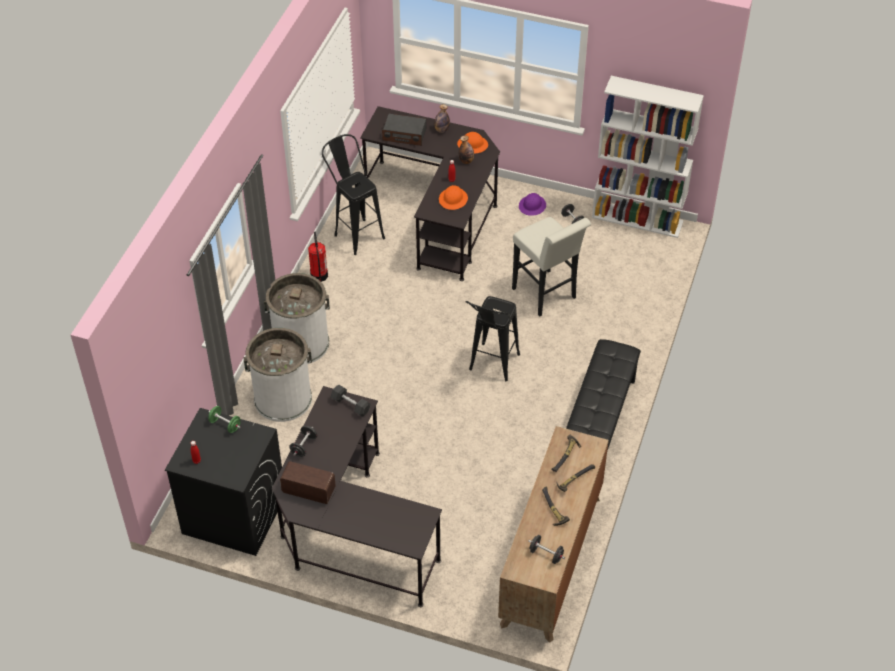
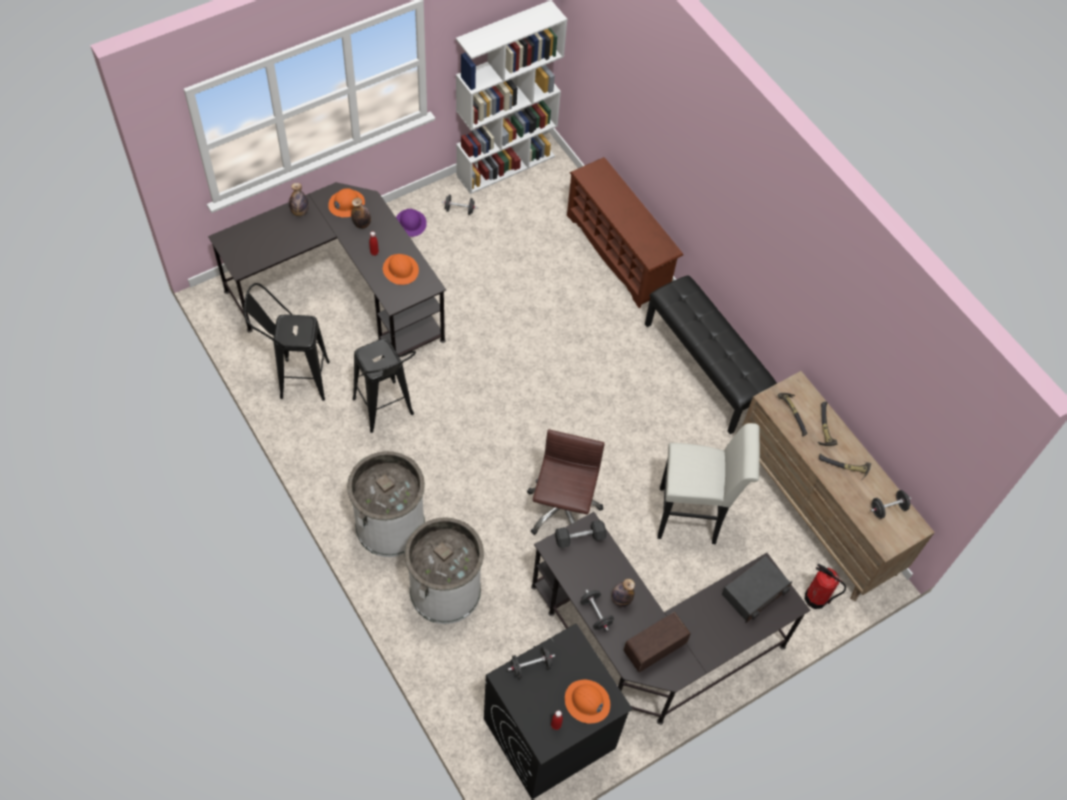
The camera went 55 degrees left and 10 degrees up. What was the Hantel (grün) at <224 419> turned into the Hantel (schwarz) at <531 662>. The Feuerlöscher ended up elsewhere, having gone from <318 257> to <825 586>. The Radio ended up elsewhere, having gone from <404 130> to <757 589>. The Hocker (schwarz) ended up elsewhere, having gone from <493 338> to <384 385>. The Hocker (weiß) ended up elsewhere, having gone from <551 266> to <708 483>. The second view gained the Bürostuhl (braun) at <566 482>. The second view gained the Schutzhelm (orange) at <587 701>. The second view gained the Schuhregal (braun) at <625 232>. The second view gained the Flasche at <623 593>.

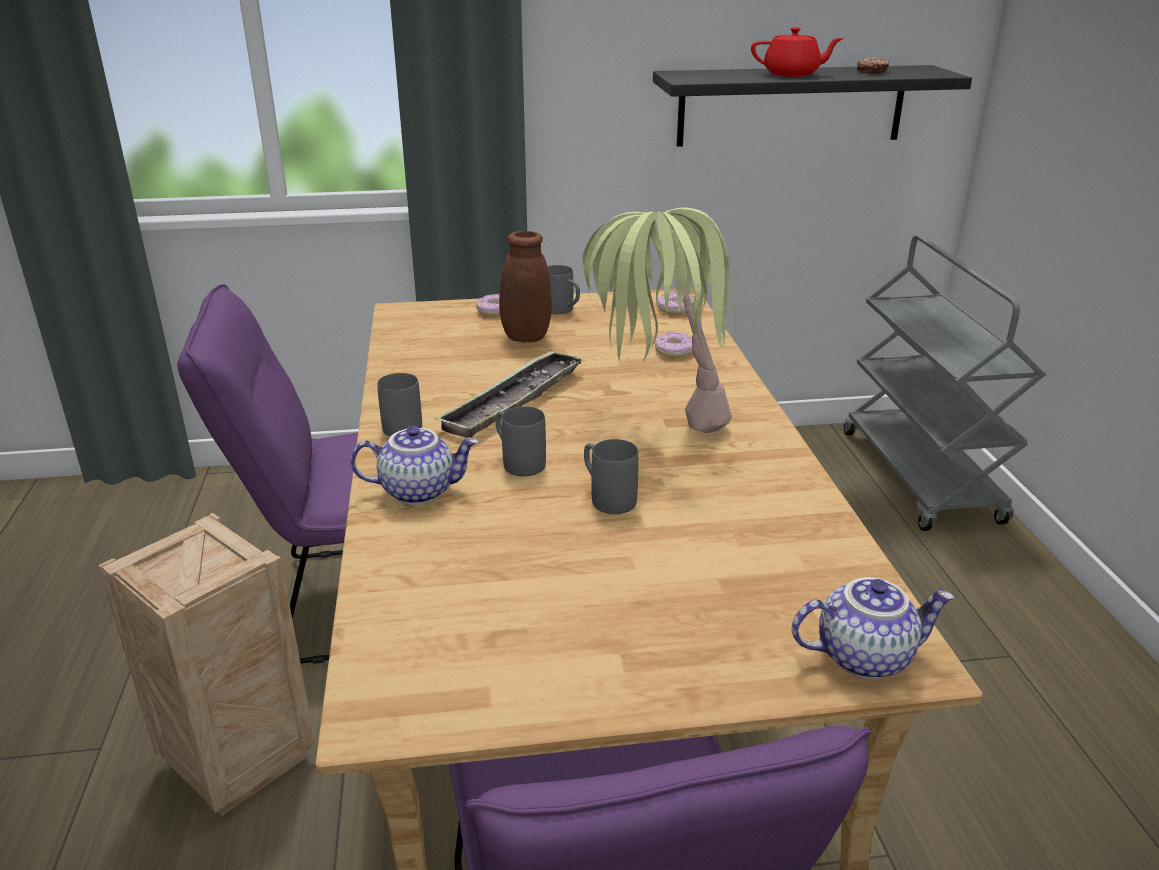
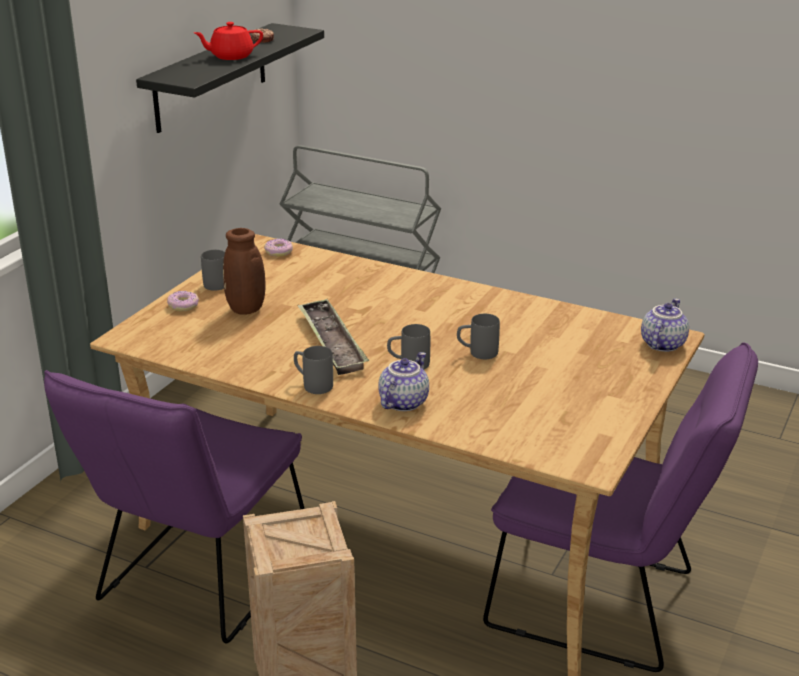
The camera went 55 degrees left and 0 degrees up. The second view lost the Topfpflanze at <659 320>. The second view lost the Donut at <674 345>. The Teekanne (rot) at <797 52> ended up facing another way, 150 degrees counterclockwise from before.

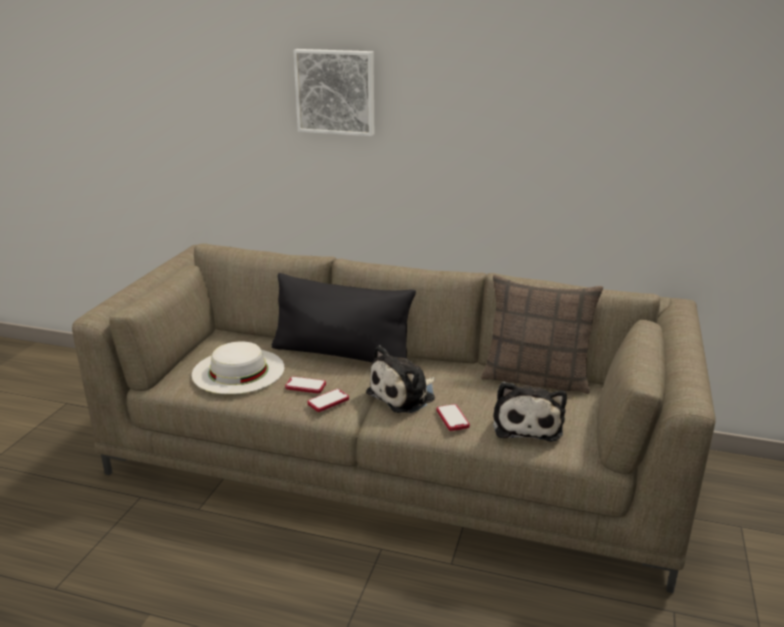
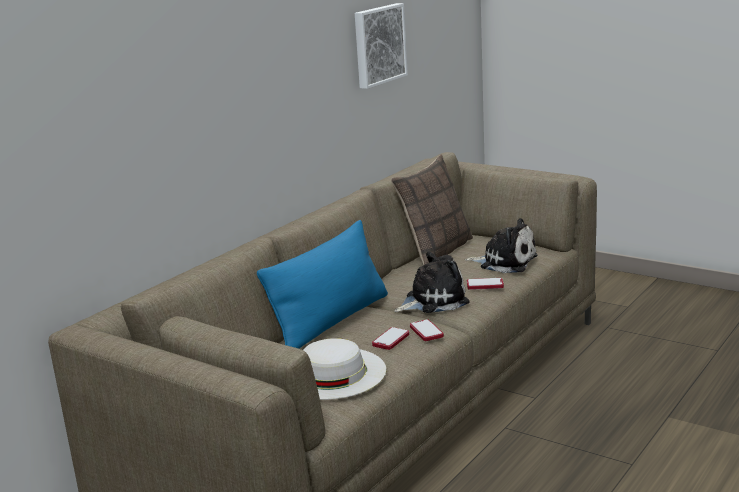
The camera went 70 degrees left and 5 degrees down. What was the Kissen (schwarz) at <344 317> turned into the Kissen (blau) at <322 284>. The Bild ended up elsewhere, having gone from <333 92> to <381 46>. The Plüschtier at <401 379> ended up facing another way, 90 degrees counterclockwise from before.

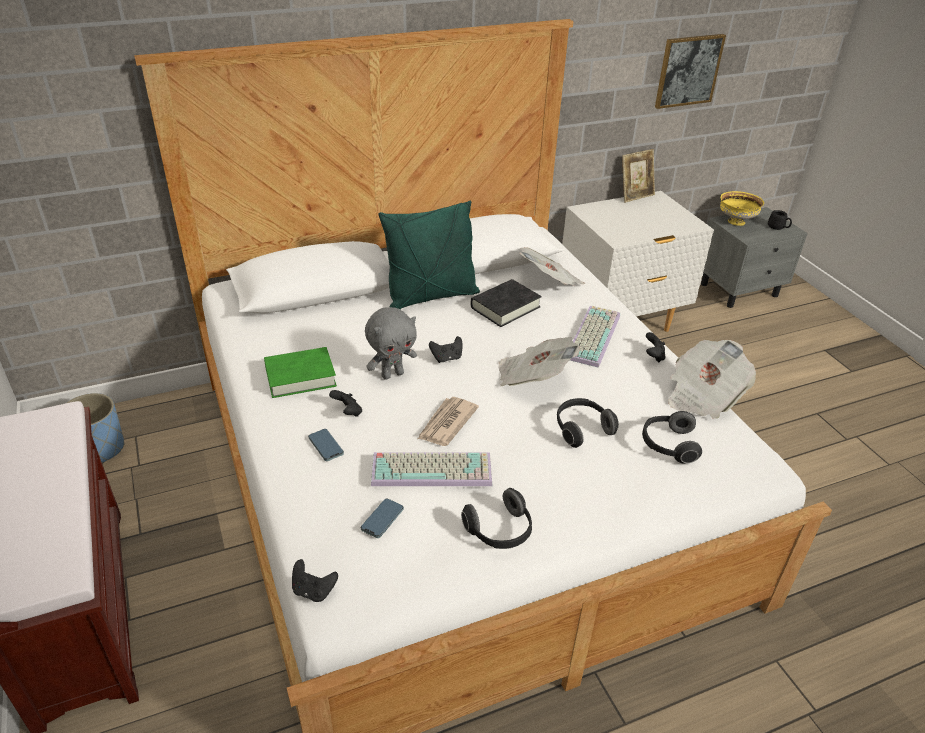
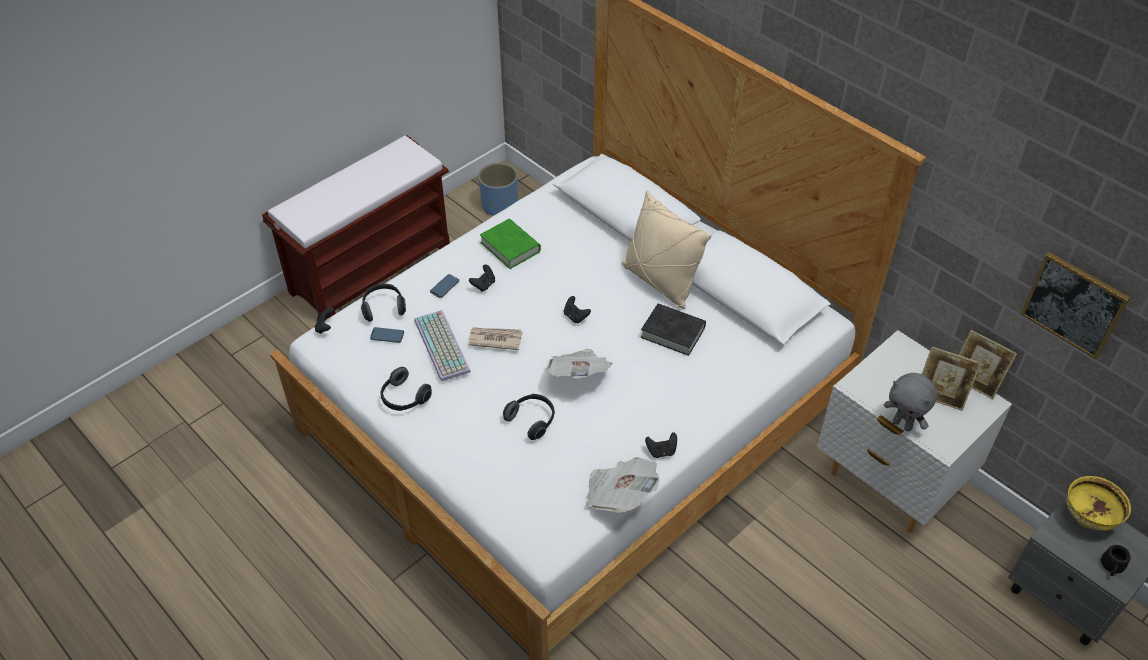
The camera went 70 degrees right and 10 degrees up. The Plüschtier (grau) ended up elsewhere, having gone from <391 343> to <910 402>. What was the Kissen (grün) at <429 254> turned into the Kissen (beige) at <666 249>. The second view lost the Zeitung at <552 266>. The second view lost the Tastatur at <595 337>. The Kopfhörer ended up elsewhere, having gone from <672 437> to <383 303>. The second view gained the Bilderrahmen at <951 379>.

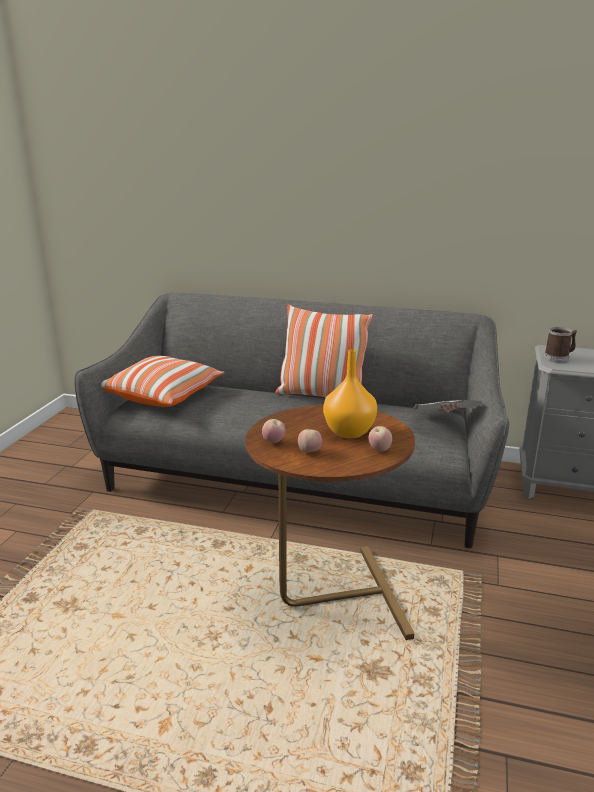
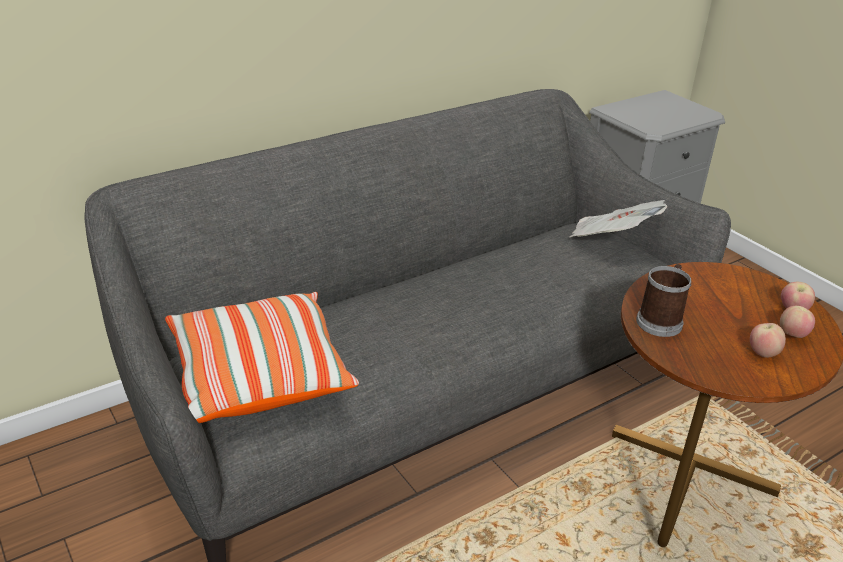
The camera went 50 degrees left and 10 degrees up. The Apfel ended up elsewhere, having gone from <273 431> to <797 322>. The second view lost the Kissen at <324 350>. The second view lost the Vase (orange) at <350 393>. The Henkelbecher ended up elsewhere, having gone from <560 345> to <663 300>.

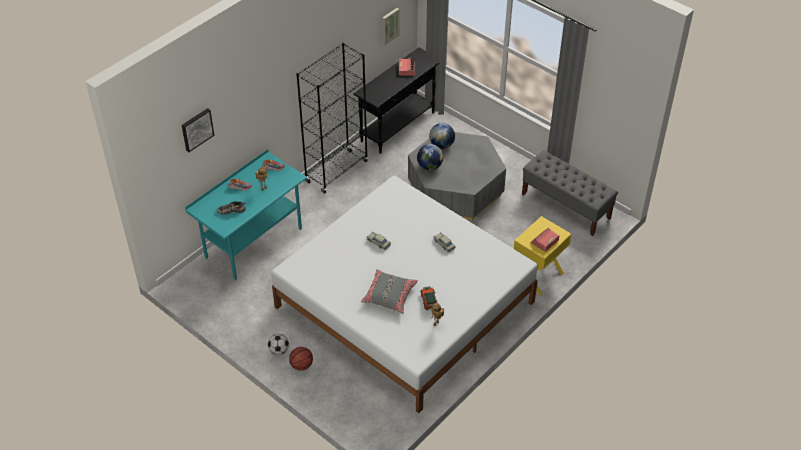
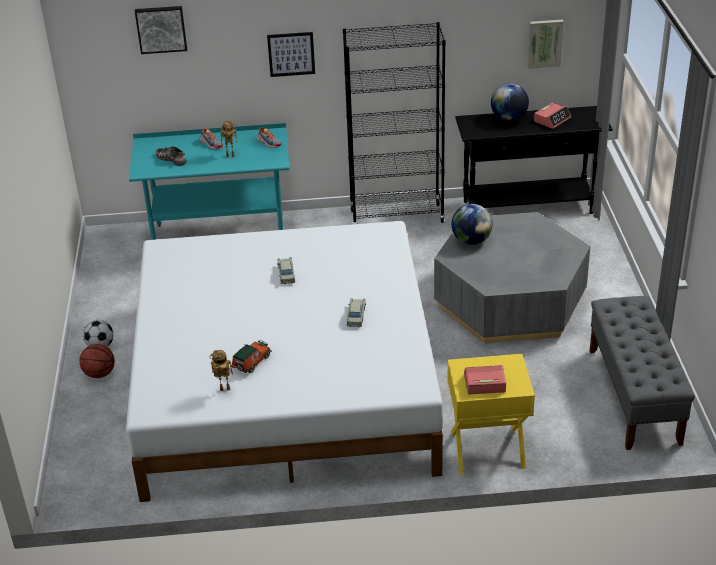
The camera went 45 degrees right and 10 degrees down. The second view lost the Kissen (grau) at <389 291>. The Globus ended up elsewhere, having gone from <442 136> to <510 102>. The second view gained the Bild at <291 54>.

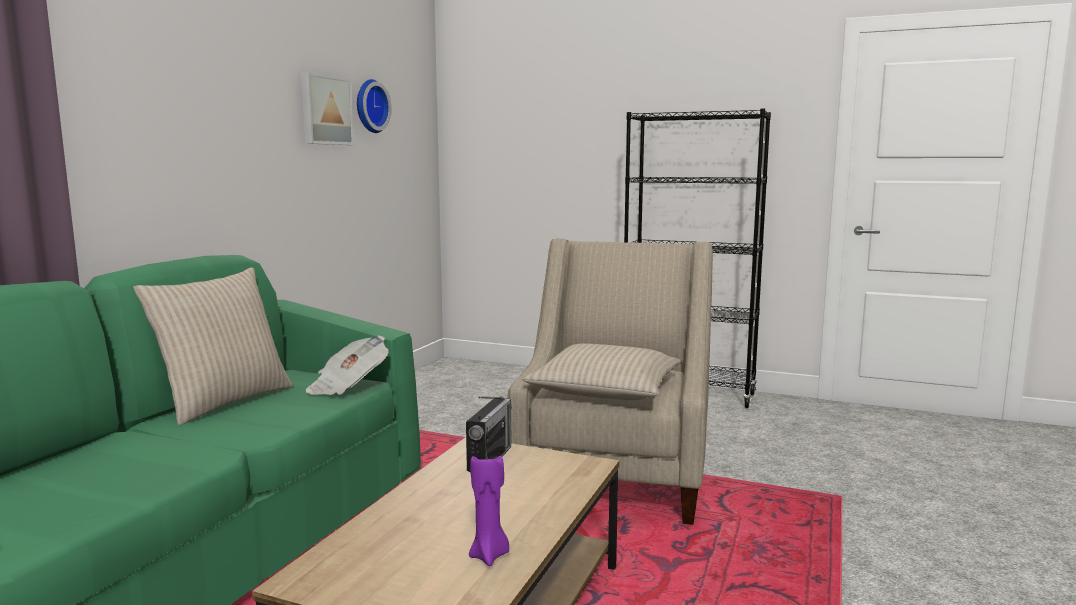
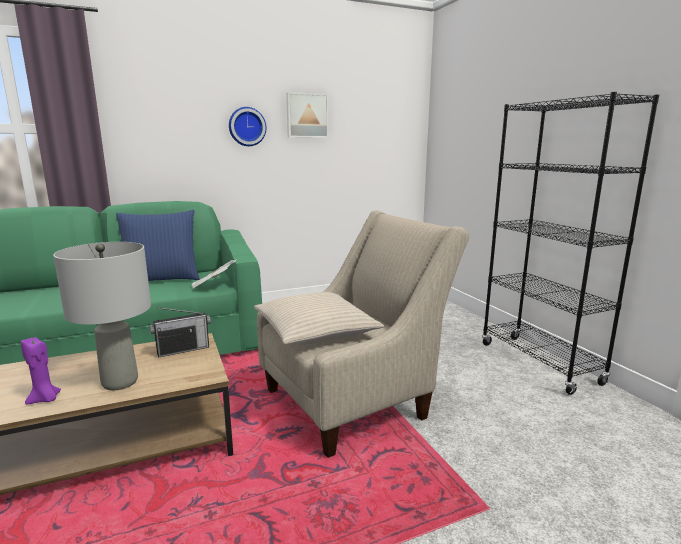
The camera went 45 degrees right and 5 degrees up. What was the Kissen (beige) at <213 346> turned into the Kissen (blau) at <158 245>. The Wanduhr ended up elsewhere, having gone from <374 106> to <247 126>. The second view gained the Tischlampe (grau) at <102 316>.

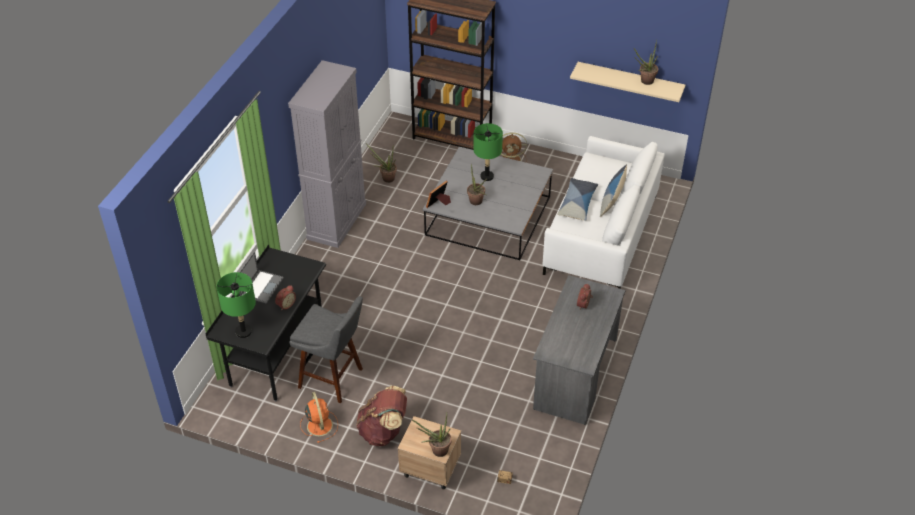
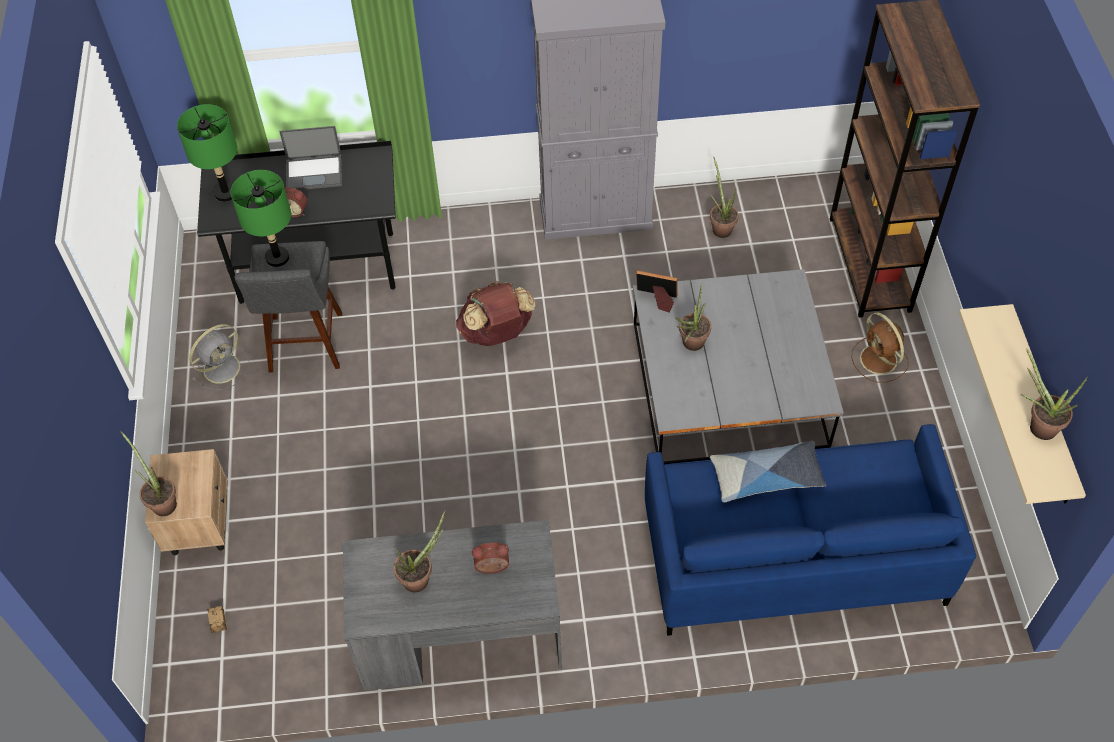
The camera went 65 degrees right and 10 degrees up. What was the Ventilator (orange) at <319 417> turned into the Ventilator (grau) at <219 357>. The Rucksack (braun) ended up elsewhere, having gone from <381 415> to <496 313>. The Tischlampe (grün) ended up elsewhere, having gone from <488 152> to <260 218>. What was the Sofa (weiß) at <604 212> turned into the Sofa (blau) at <810 530>. The second view lost the Kissen at <613 190>. The second view gained the Topfpflanze at <420 551>.

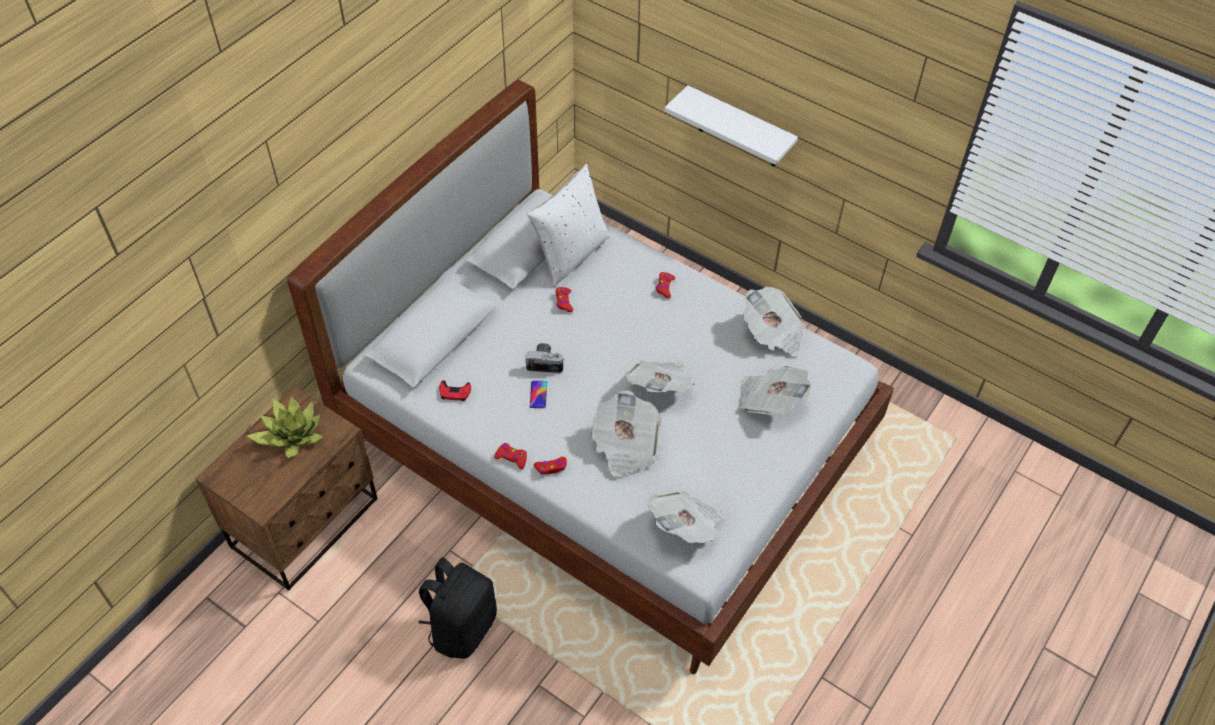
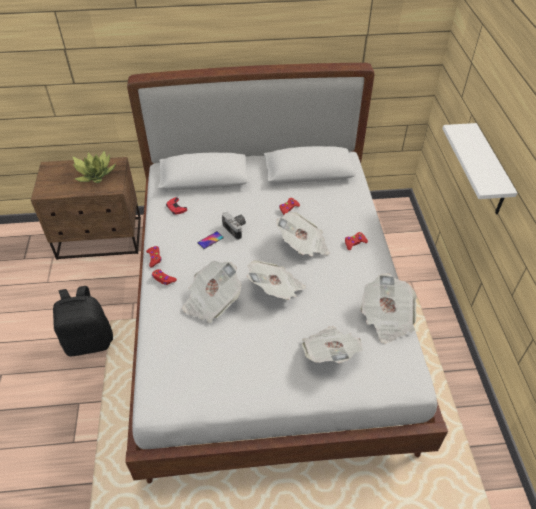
The camera went 50 degrees right and 5 degrees down. The second view lost the Kissen (weiß) at <568 225>. The Zeitung ended up elsewhere, having gone from <685 517> to <302 234>.

